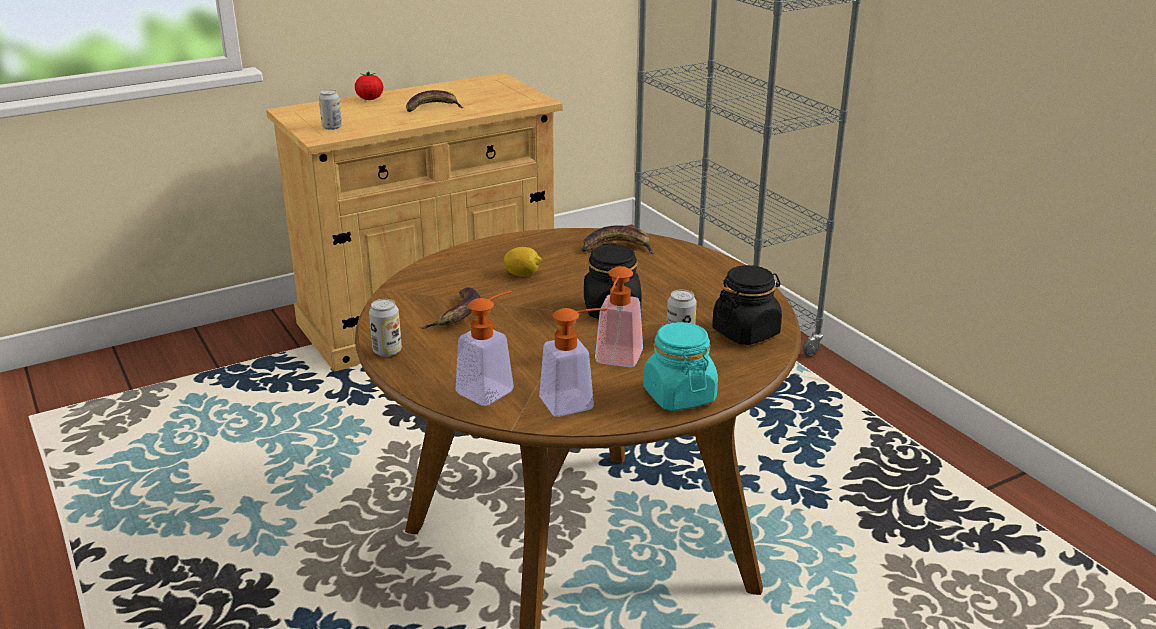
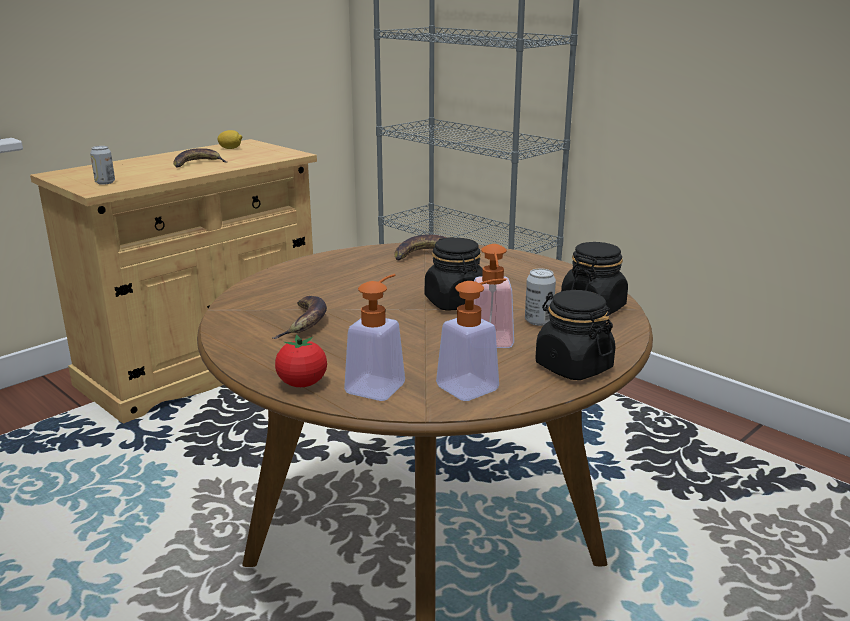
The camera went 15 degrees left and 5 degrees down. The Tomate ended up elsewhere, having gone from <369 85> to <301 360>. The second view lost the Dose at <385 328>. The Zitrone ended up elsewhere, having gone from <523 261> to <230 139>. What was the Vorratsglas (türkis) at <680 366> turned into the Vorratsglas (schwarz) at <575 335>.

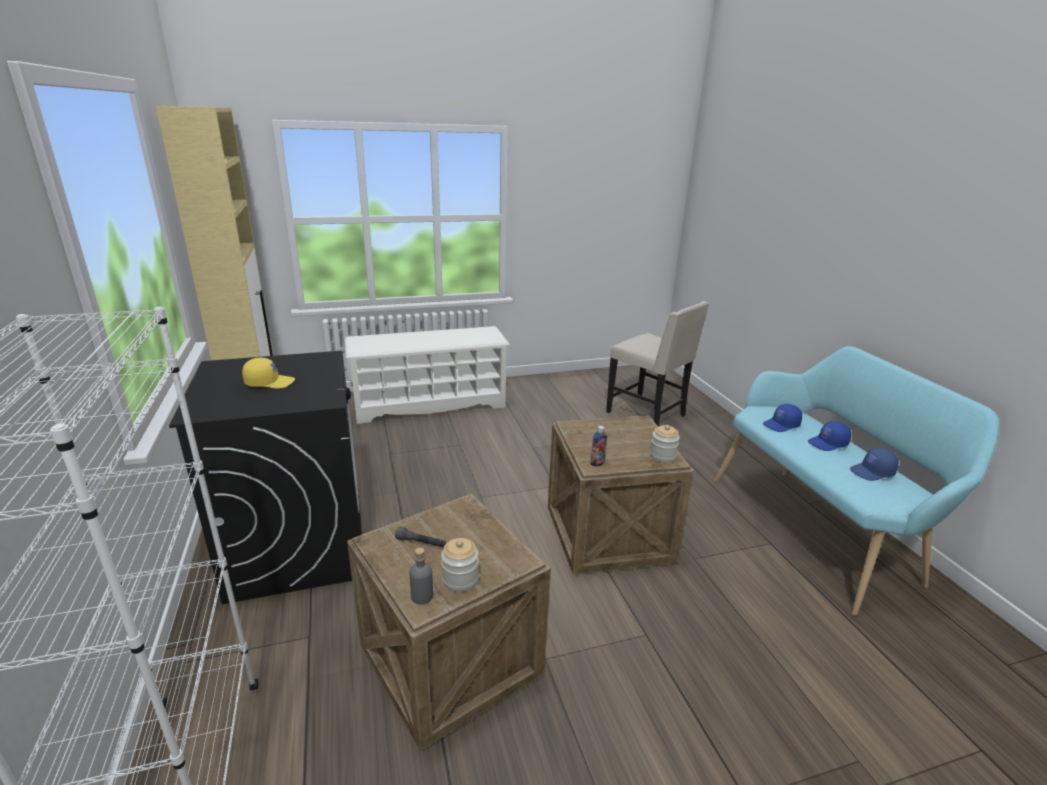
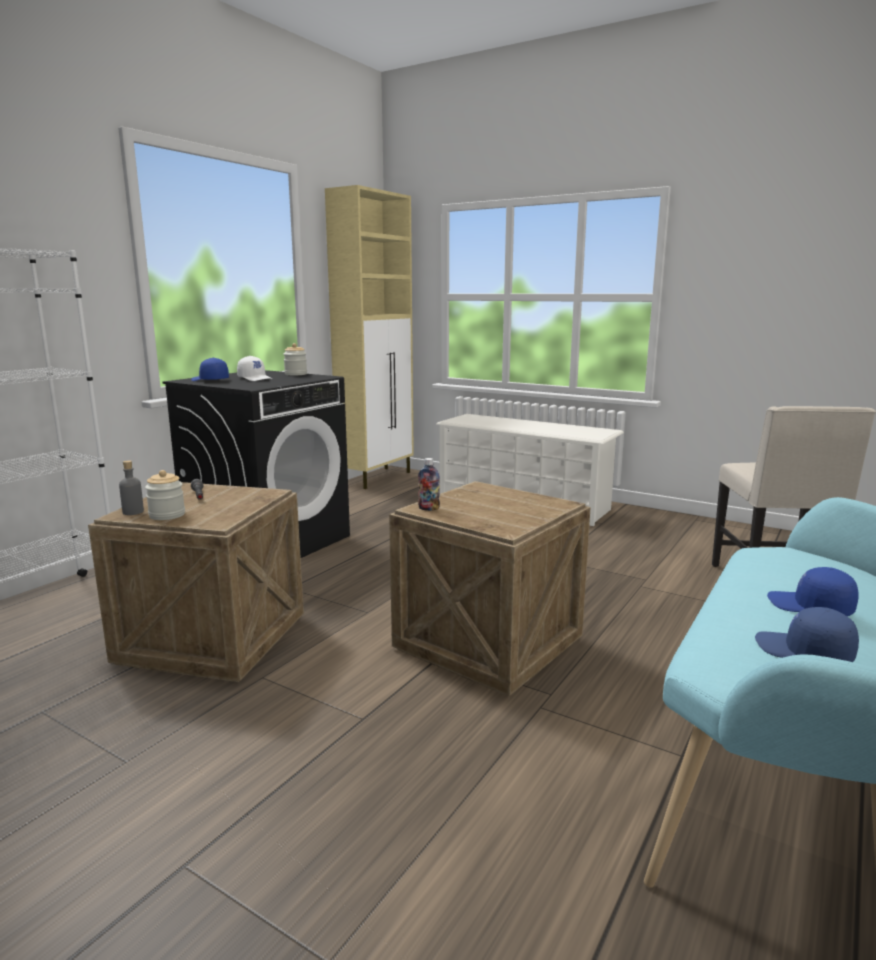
The camera went 50 degrees right and 10 degrees down. What was the Kappe (gelb) at <268 373> turned into the Kappe (weiß) at <255 368>. The Vorratsglas ended up elsewhere, having gone from <665 444> to <295 359>. The Kappe (blau) ended up elsewhere, having gone from <782 418> to <210 369>.

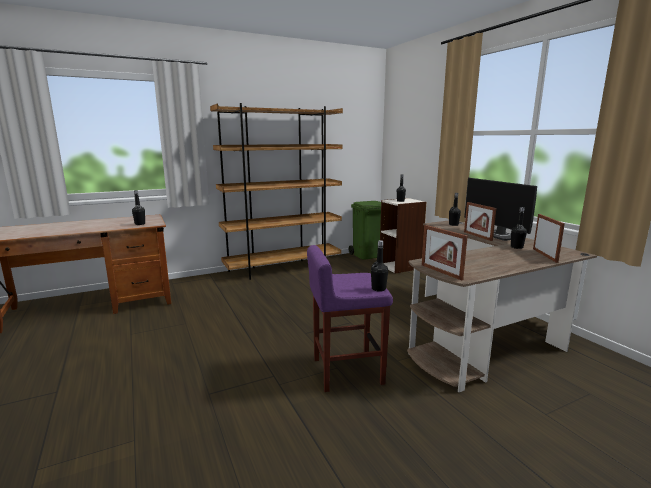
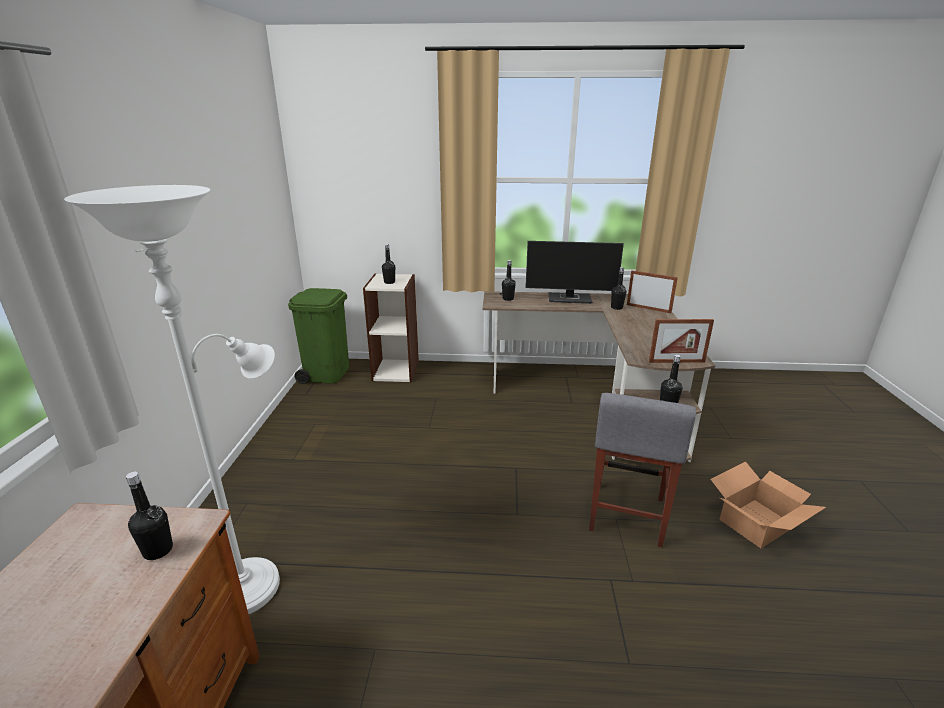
The camera went 60 degrees left and 10 degrees up. The second view lost the Bücherregal (braun) at <276 191>. What was the Hocker (lila) at <350 318> turned into the Hocker (grau) at <642 470>. The second view lost the Bilderrahmen at <480 221>. The second view gained the Stehlampe (weiß) at <172 399>. The second view gained the Karton at <768 504>.

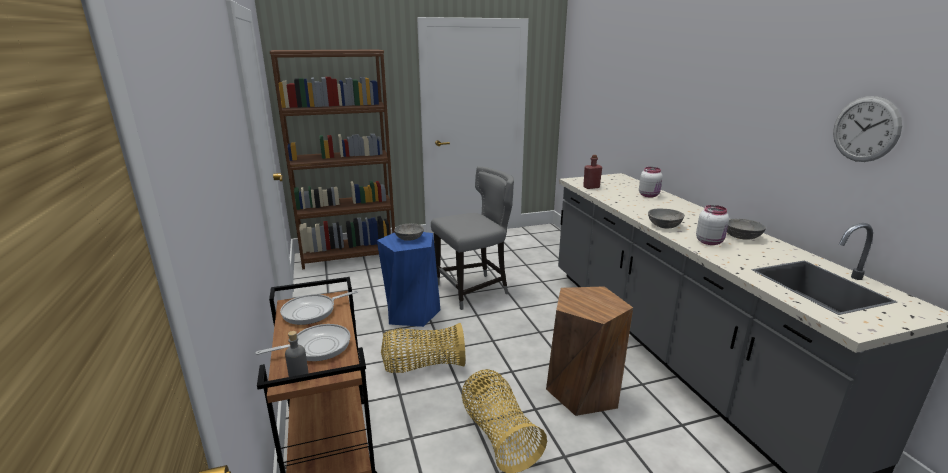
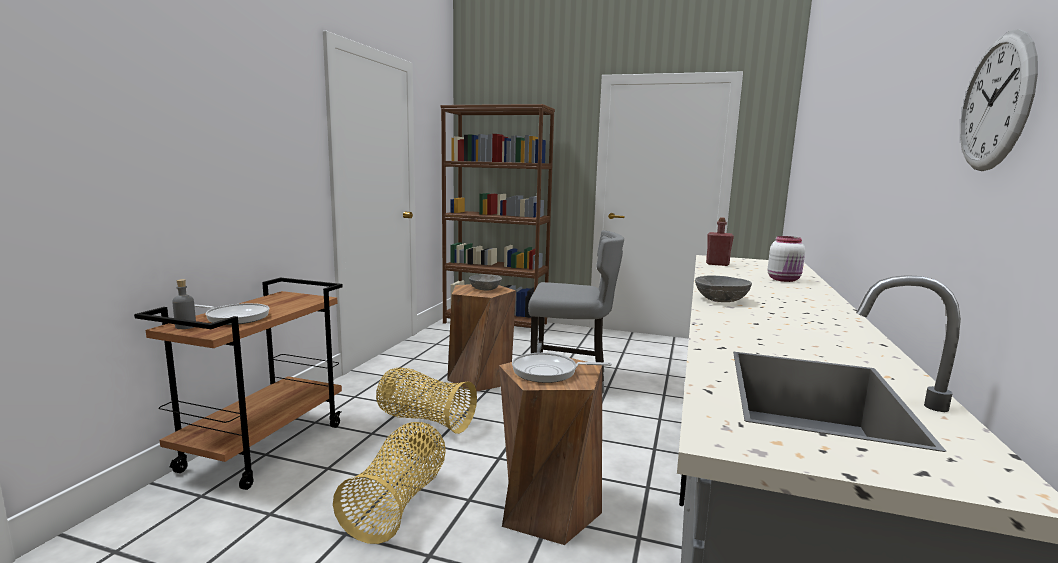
The camera went 35 degrees right and 10 degrees down. The Pfanne ended up elsewhere, having gone from <319 307> to <562 368>. What was the Hocker (blau) at <408 279> turned into the Hocker (braun) at <481 337>. The second view lost the Vorratsglas (weiß) at <712 225>. The second view lost the Schüssel (grau) at <746 229>.

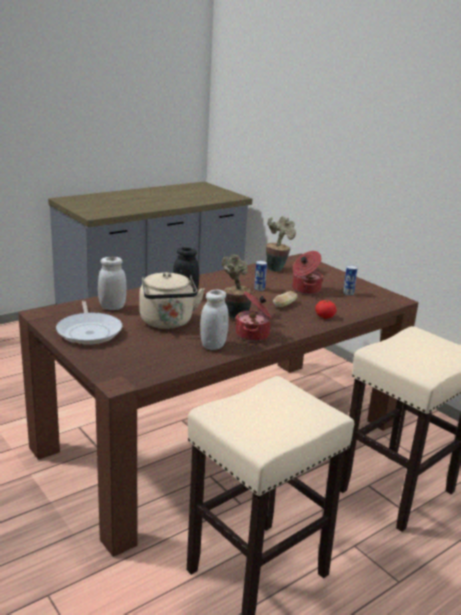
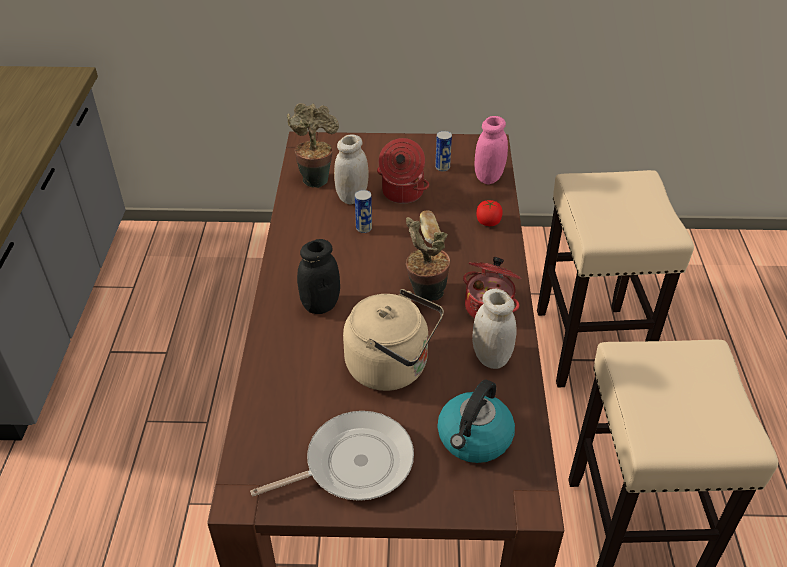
The camera went 50 degrees left and 20 degrees up. The Pfanne at <89 323> ended up facing another way, 45 degrees counterclockwise from before. The Vorratsglas (weiß) ended up elsewhere, having gone from <112 283> to <351 169>. The second view gained the Wasserkessel at <476 421>. The second view gained the Vorratsglas (rosa) at <491 150>.

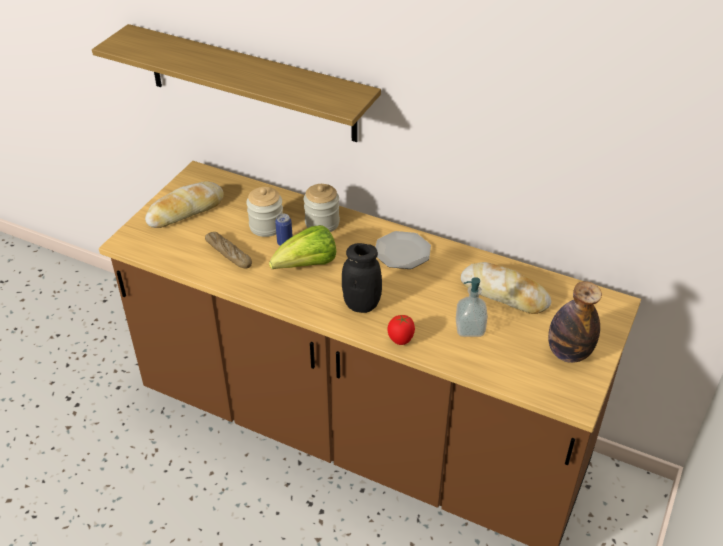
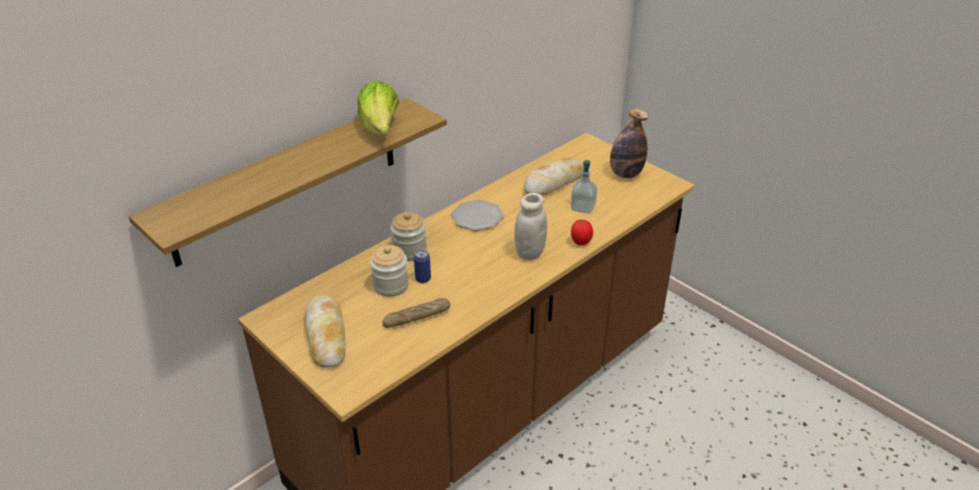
The camera went 70 degrees left and 5 degrees down. The Salatkopf ended up elsewhere, having gone from <302 247> to <378 107>. What was the Vorratsglas (schwarz) at <362 278> turned into the Vorratsglas (weiß) at <531 226>.

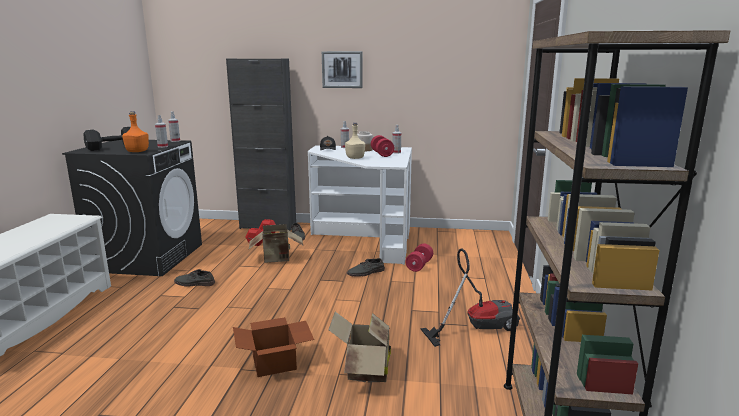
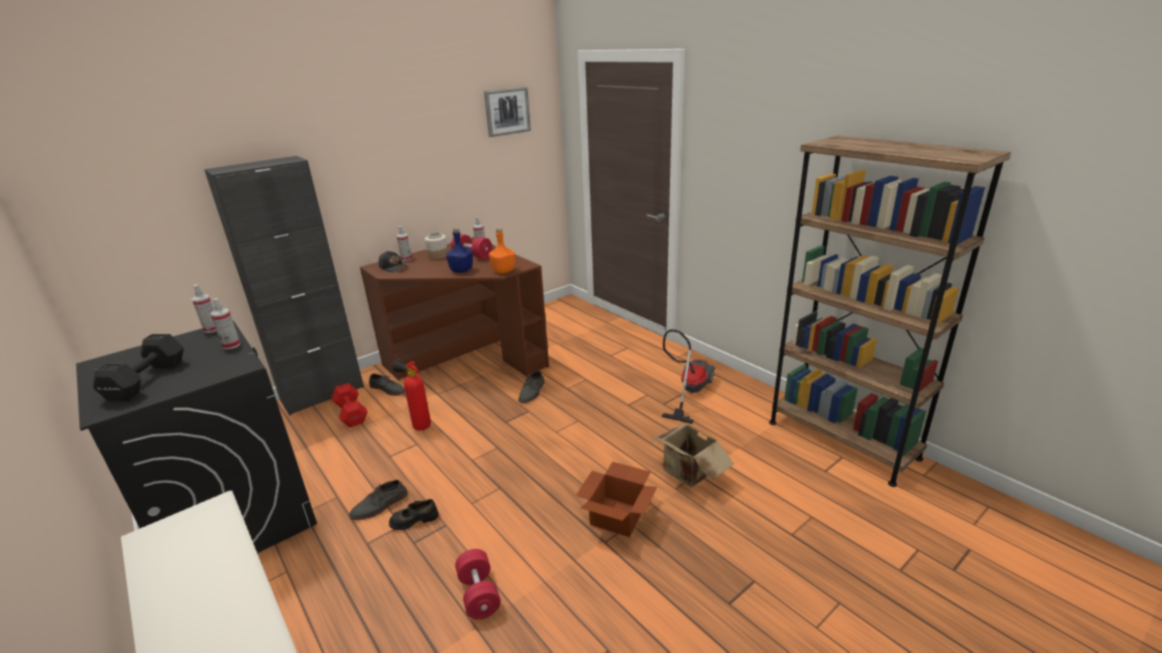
The camera went 45 degrees left and 10 degrees up. The Flasche (orange) ended up elsewhere, having gone from <135 131> to <502 251>. Where the Karton stood at <276 243>, the Feuerlöscher came to stand at <411 395>. What was the Schreibtisch (weiß) at <360 205> turned into the Schreibtisch (braun) at <454 309>. The Bild ended up elsewhere, having gone from <342 69> to <507 112>. What was the Flasche (beige) at <355 141> turned into the Flasche (blau) at <459 250>. The Hantel (rot) ended up elsewhere, having gone from <419 258> to <478 584>. The second view gained the Schuh (schwarz) at <414 514>.

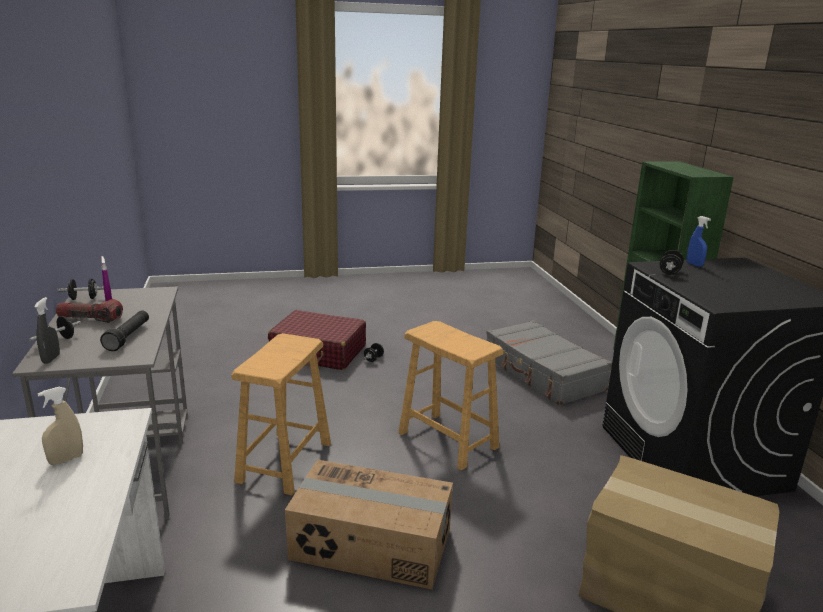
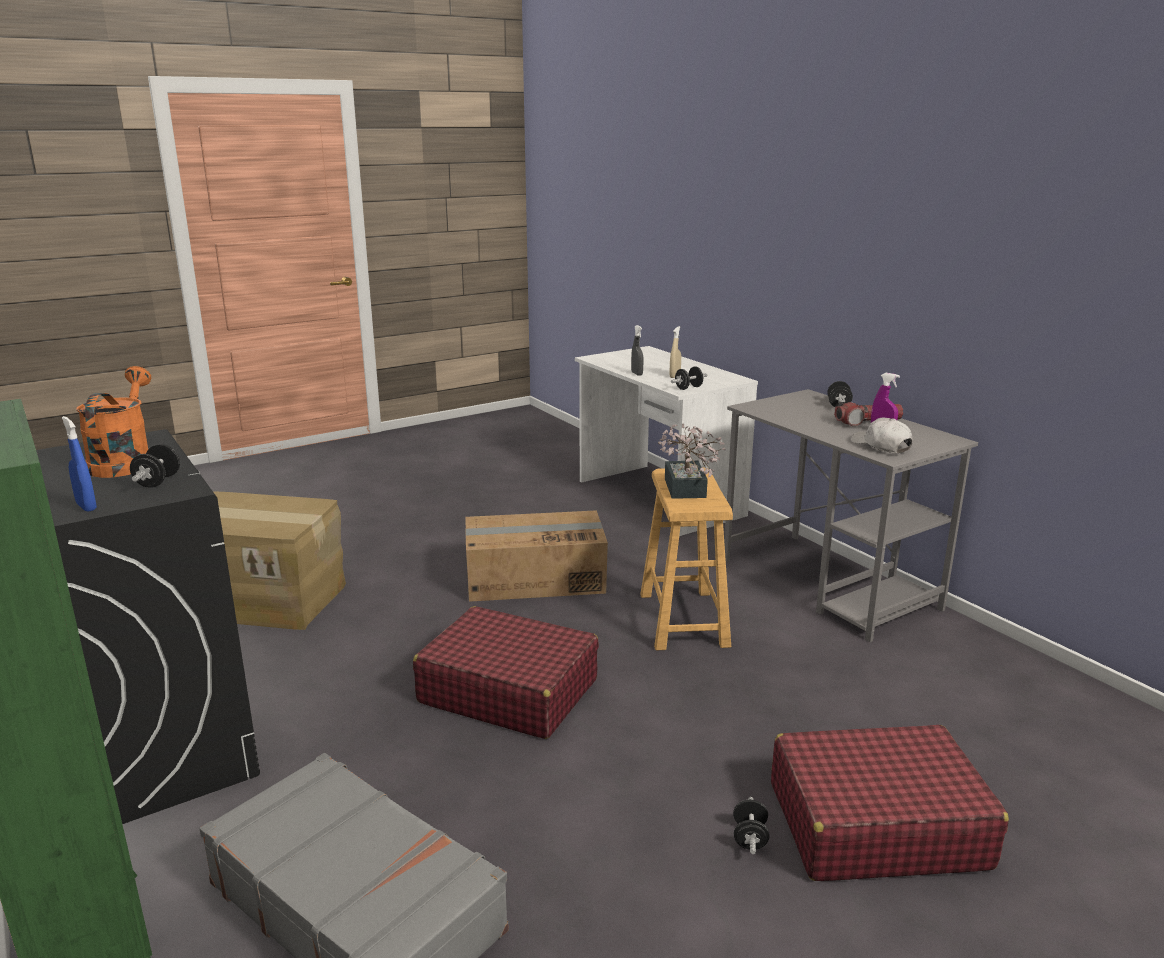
The camera went 160 degrees right and 0 degrees up. The Sprühflasche (grau) ended up elsewhere, having gone from <47 330> to <637 350>. The Hantel (schwarz) ended up elsewhere, having gone from <80 289> to <689 378>. The second view lost the Taschenlampe (schwarz) at <124 330>. Where the Hocker (braun) stood at <451 395>, the Koffer (rot) came to stand at <506 672>. The second view gained the Gießkanne (orange) at <113 422>. The second view gained the Topfpflanze at <692 461>. The second view gained the Kappe (weiß) at <882 435>.

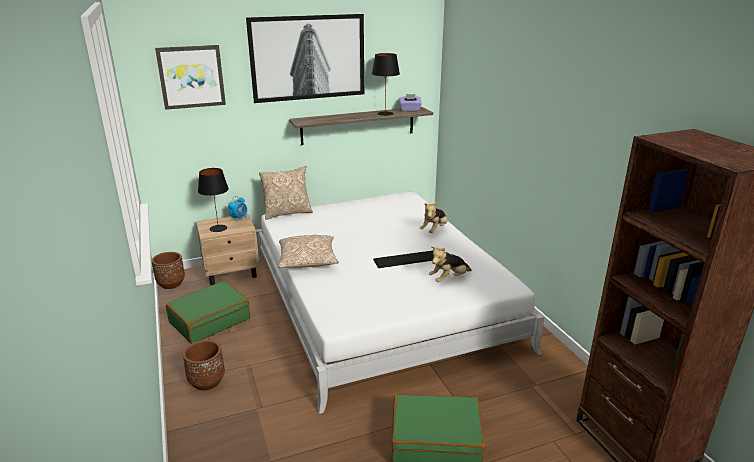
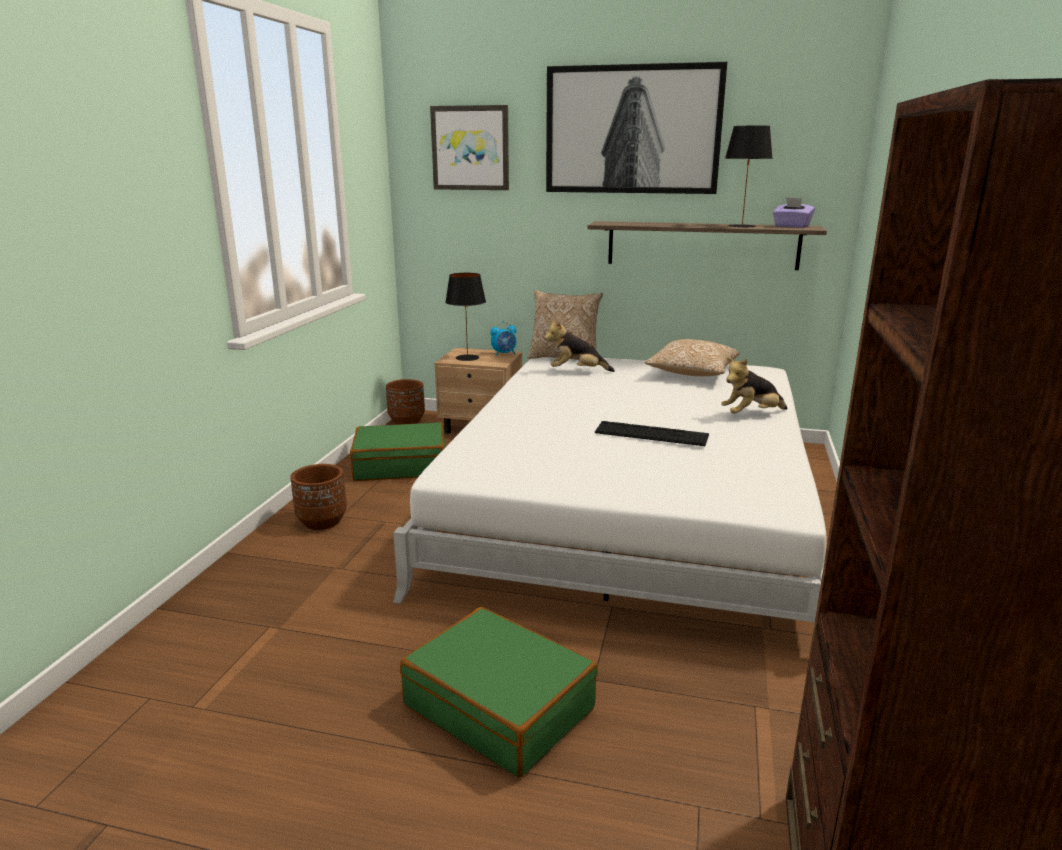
The camera went 35 degrees right and 5 degrees down. The Kissen ended up elsewhere, having gone from <308 251> to <692 357>. The Plüschtier ended up elsewhere, having gone from <450 264> to <579 346>.

